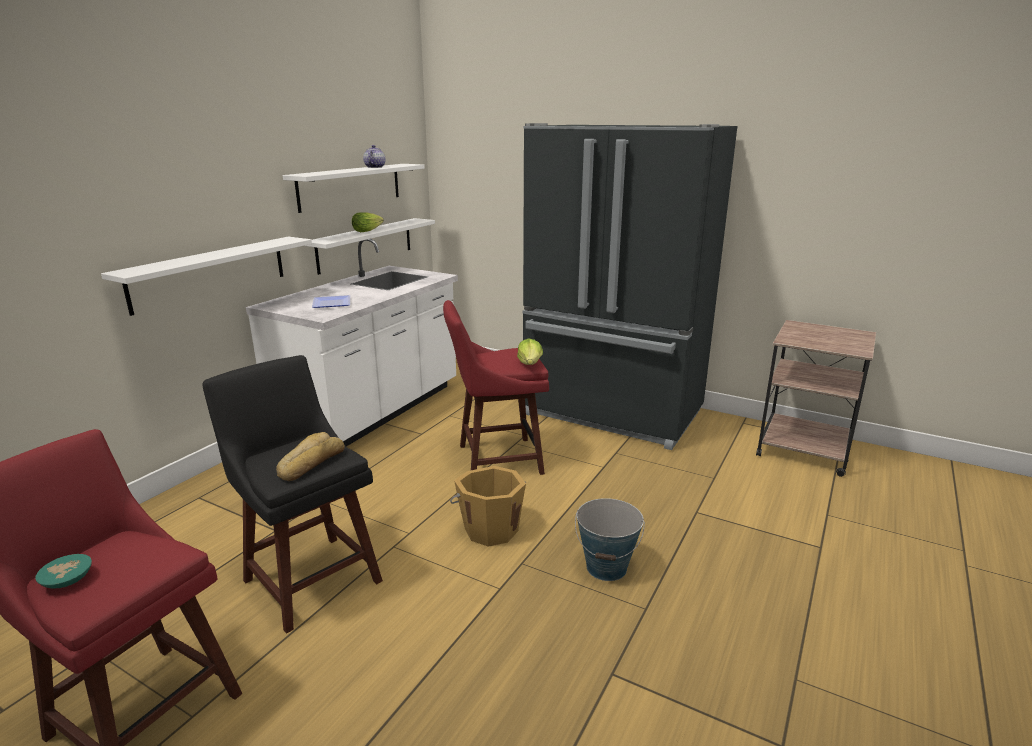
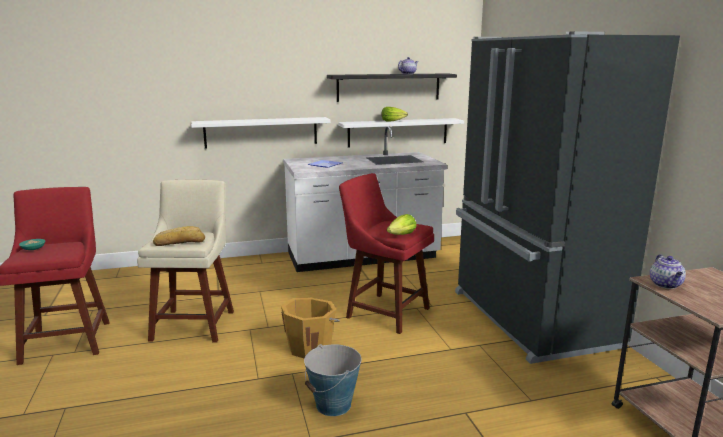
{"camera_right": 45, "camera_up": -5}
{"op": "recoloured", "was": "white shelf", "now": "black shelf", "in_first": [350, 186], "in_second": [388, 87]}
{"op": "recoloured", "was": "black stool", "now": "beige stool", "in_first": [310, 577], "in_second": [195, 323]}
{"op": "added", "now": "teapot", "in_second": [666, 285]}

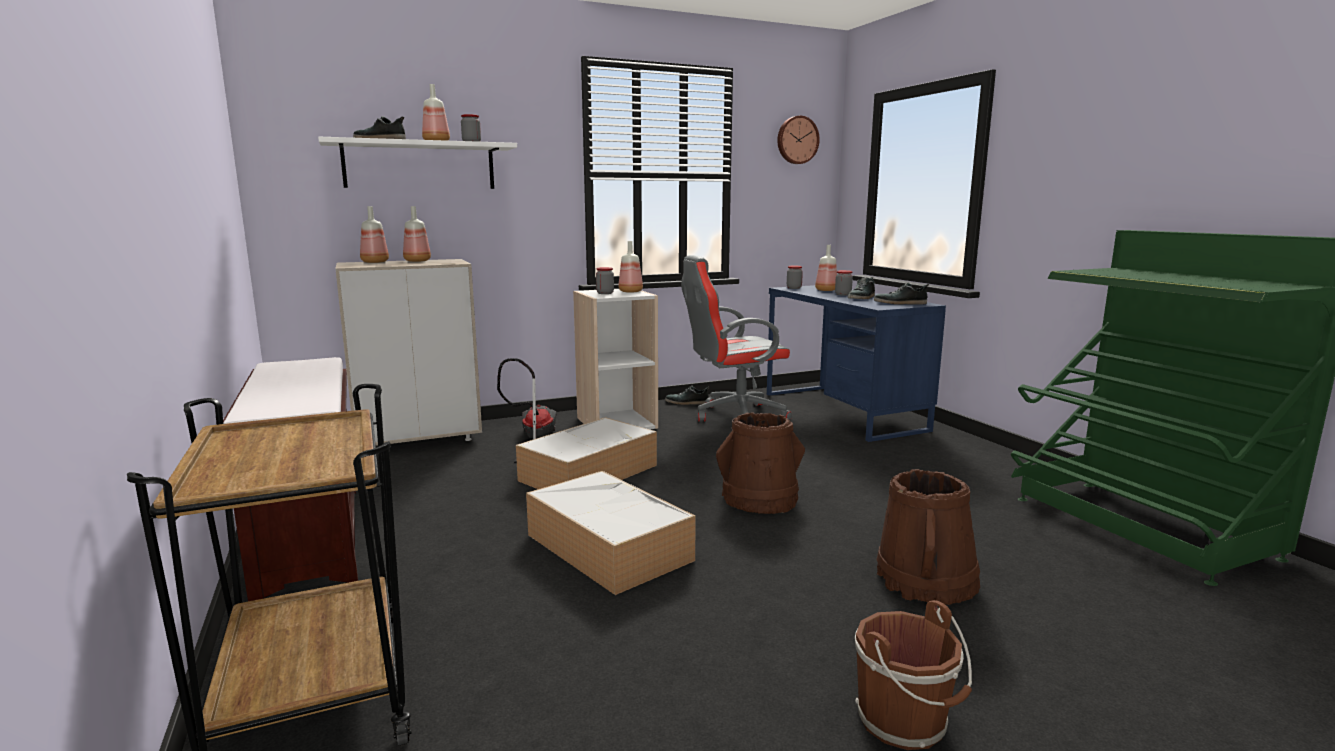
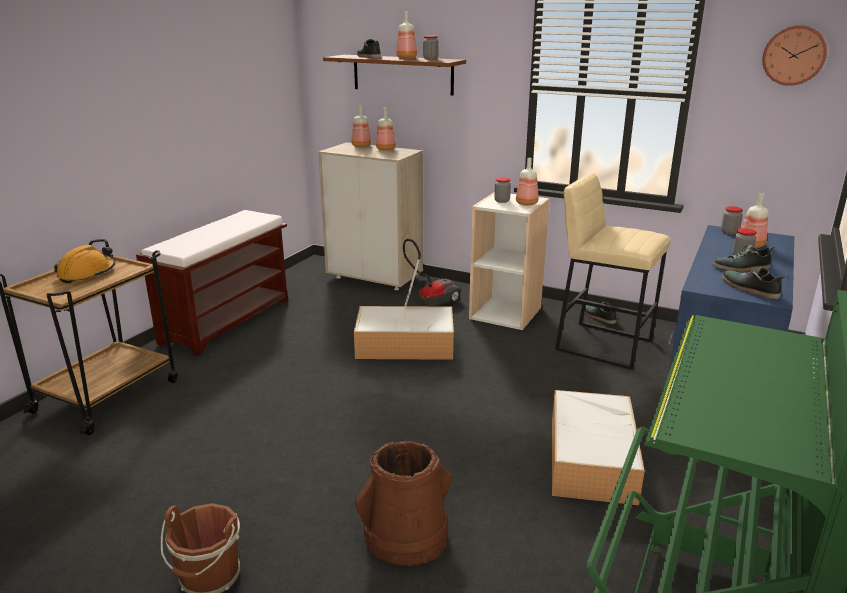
{"camera_right": 50, "camera_up": 10}
{"op": "recoloured", "was": "white shelf", "now": "brown shelf", "in_first": [420, 166], "in_second": [402, 74]}
{"op": "replaced", "was": "grey office chair", "now": "beige stool", "in_first": [732, 416], "in_second": [602, 344]}
{"op": "removed", "was": "brown bucket", "in_first": [760, 499]}
{"op": "moved", "was": "storage box", "in_first": [606, 546], "in_second": [590, 457]}
{"op": "added", "now": "orange hard hat", "in_second": [87, 273]}

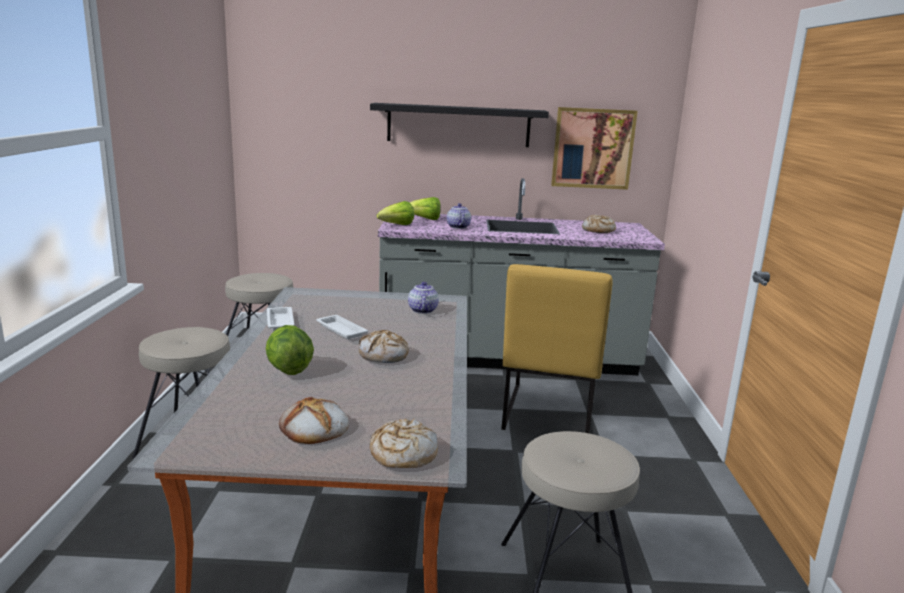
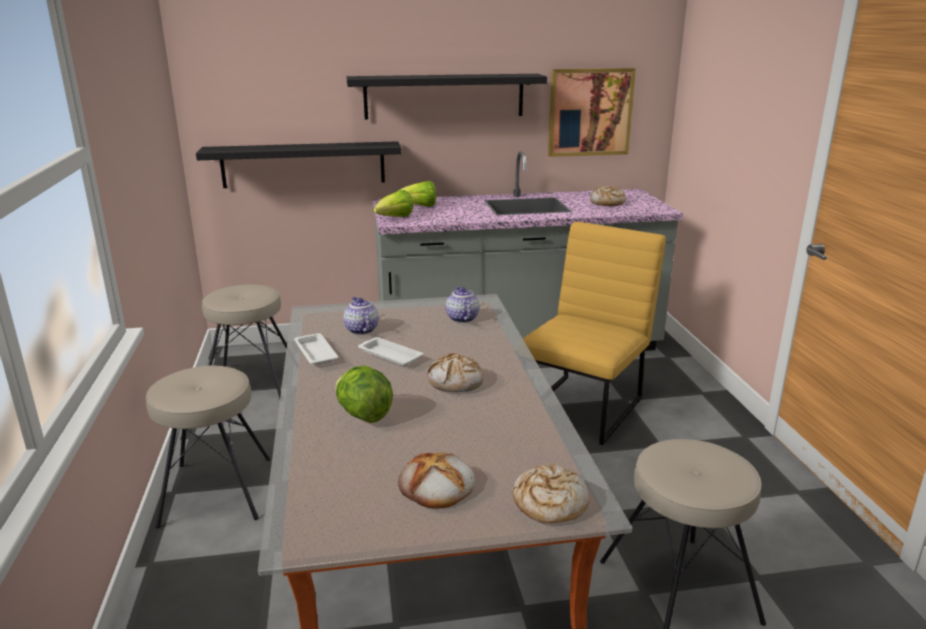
{"camera_right": -10, "camera_up": 5}
{"op": "moved", "was": "teapot", "in_first": [458, 227], "in_second": [361, 329]}
{"op": "turned", "was": "yellow chair", "in_first": [547, 414], "in_second": [585, 407], "clockwise": -150}
{"op": "added", "now": "black shelf", "in_second": [303, 164]}

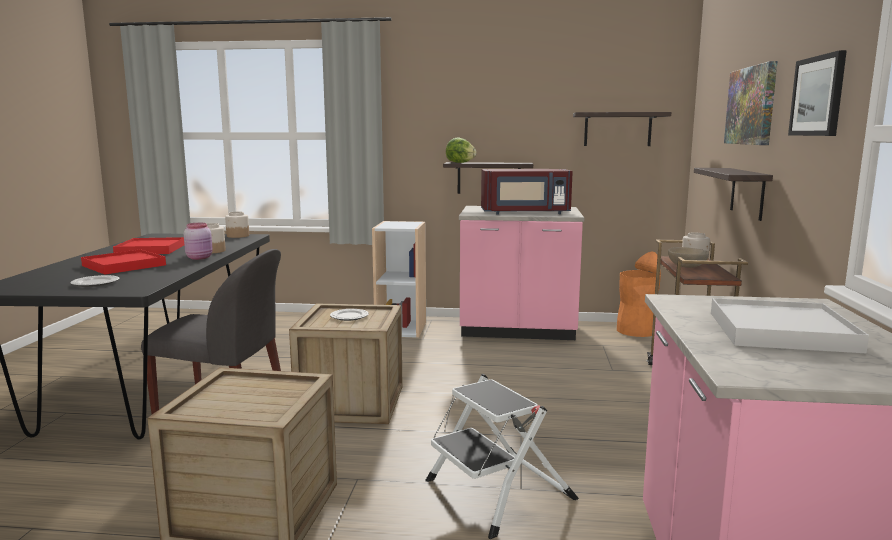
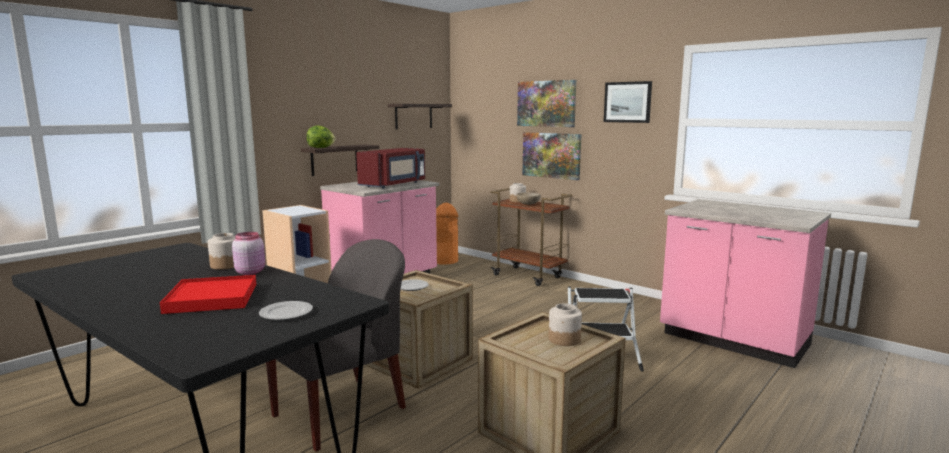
{"camera_right": -55, "camera_up": 0}
{"op": "replaced", "was": "shelf", "now": "picture", "in_first": [747, 193], "in_second": [551, 155]}
{"op": "moved", "was": "jar", "in_first": [237, 236], "in_second": [564, 340]}
{"op": "removed", "was": "red tray", "in_first": [151, 249]}
{"op": "removed", "was": "white tray", "in_first": [781, 331]}

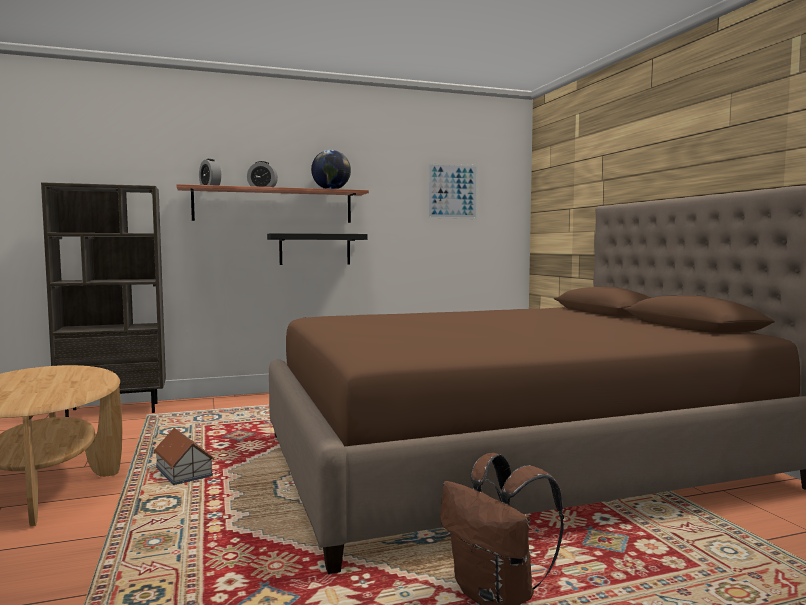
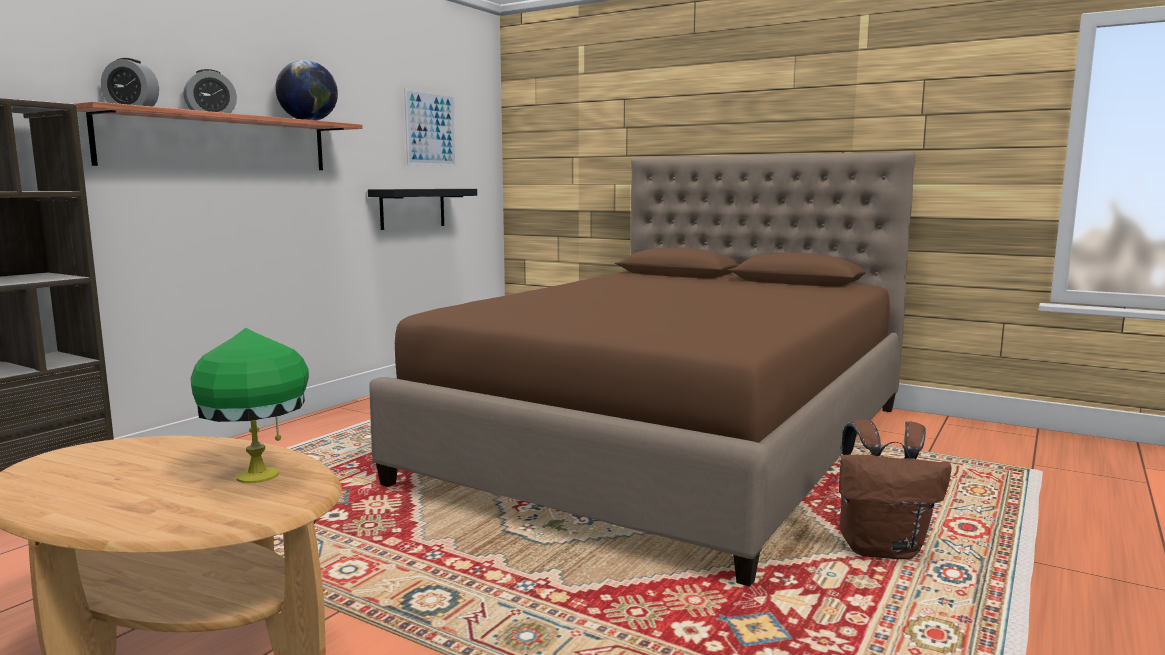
{"camera_right": -40, "camera_up": 5}
{"op": "moved", "was": "black shelf", "in_first": [315, 249], "in_second": [412, 208]}
{"op": "removed", "was": "toy house", "in_first": [184, 472]}
{"op": "added", "now": "green table lamp", "in_second": [258, 476]}

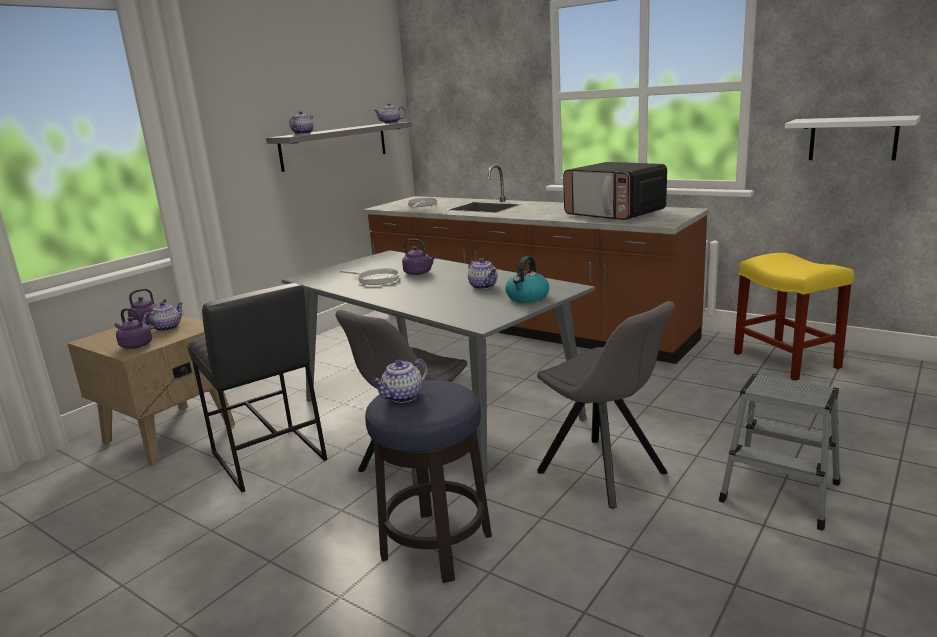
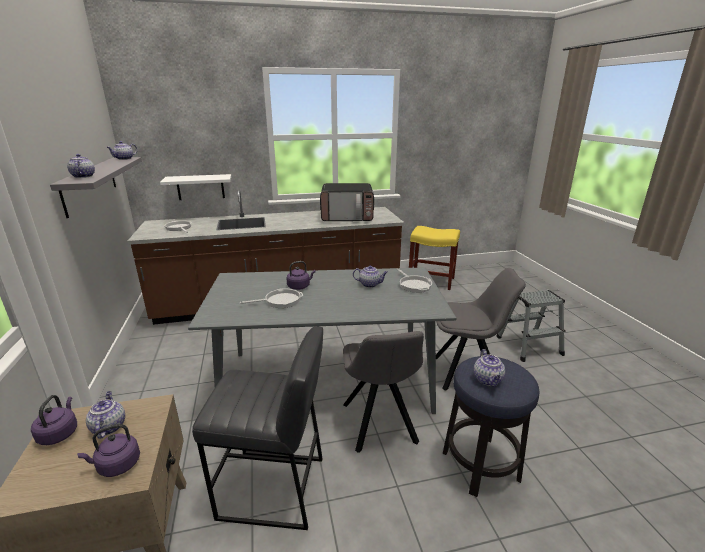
{"camera_right": -50, "camera_up": 5}
{"op": "moved", "was": "white shelf", "in_first": [853, 138], "in_second": [200, 187]}
{"op": "replaced", "was": "kettle", "now": "frying pan", "in_first": [527, 297], "in_second": [414, 285]}

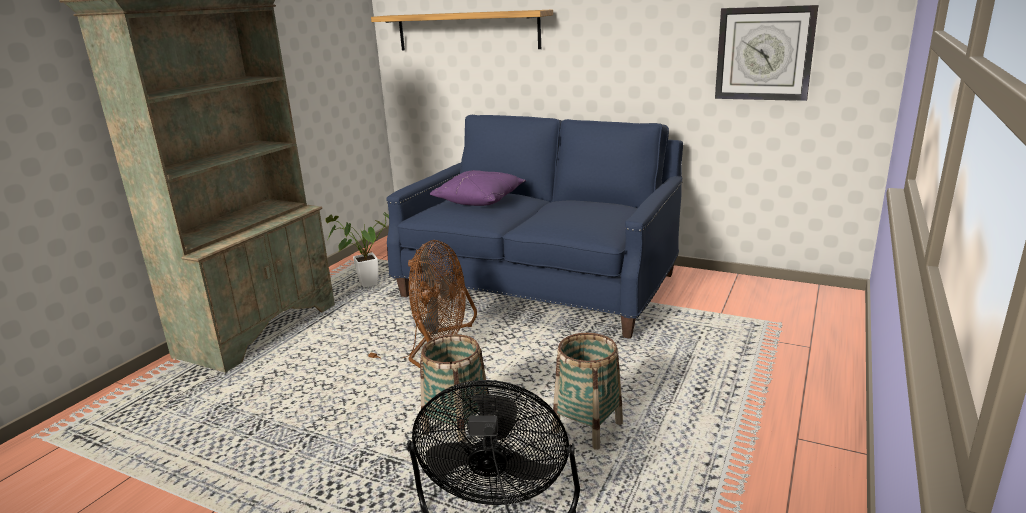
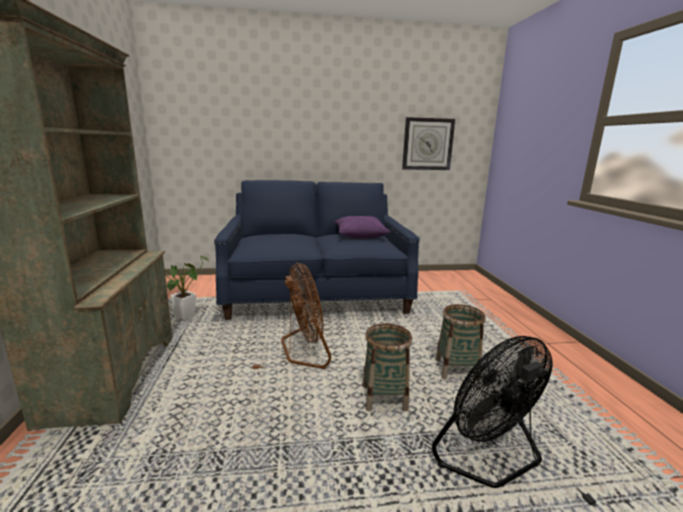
{"camera_right": -35, "camera_up": -5}
{"op": "removed", "was": "shelf", "in_first": [467, 31]}
{"op": "moved", "was": "purple pillow", "in_first": [479, 200], "in_second": [359, 235]}

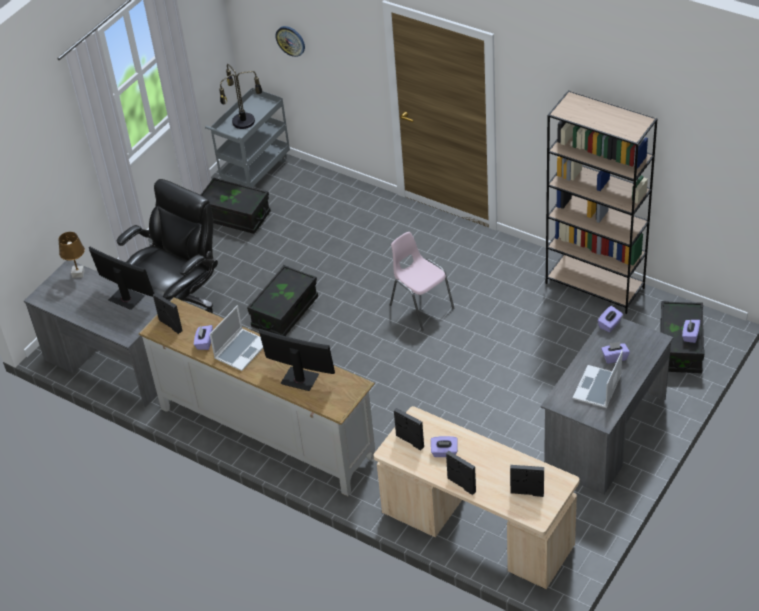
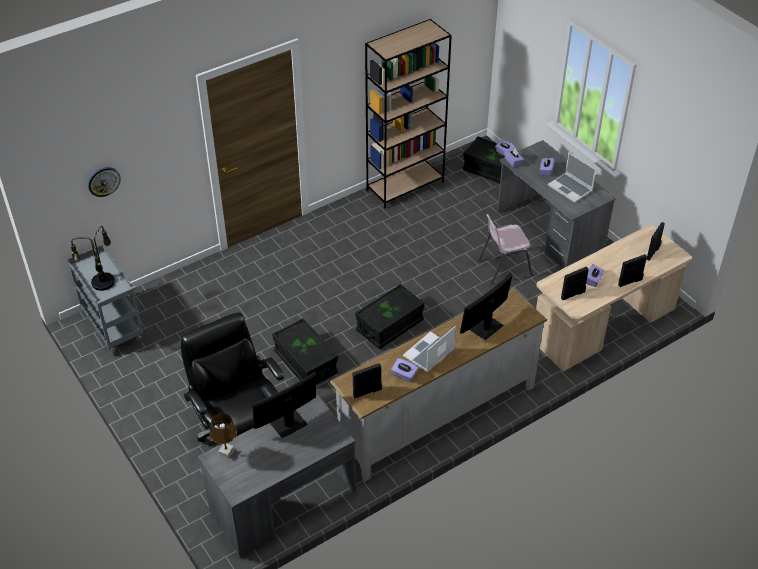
{"camera_right": -70, "camera_up": 0}
{"op": "moved", "was": "black storage box", "in_first": [235, 216], "in_second": [389, 326]}
{"op": "moved", "was": "pink chair", "in_first": [421, 307], "in_second": [504, 267]}
{"op": "turned", "was": "laptop", "in_first": [241, 350], "in_second": [429, 354], "clockwise": -105}

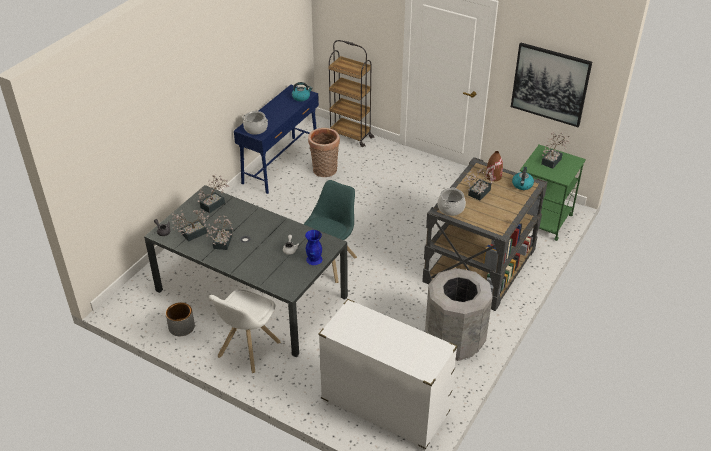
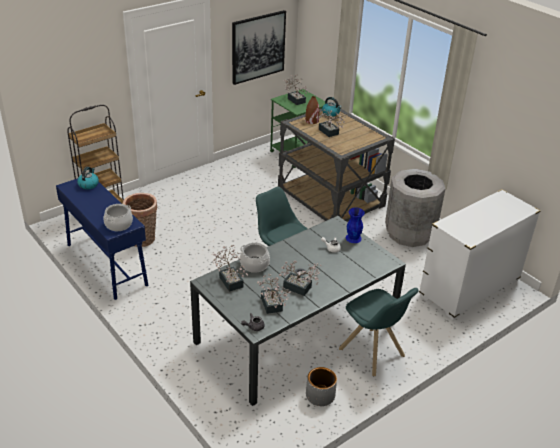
{"camera_right": -70, "camera_up": -5}
{"op": "moved", "was": "cooking pot", "in_first": [450, 208], "in_second": [254, 265]}
{"op": "recoloured", "was": "white chair", "now": "turquoise chair", "in_first": [248, 349], "in_second": [372, 352]}

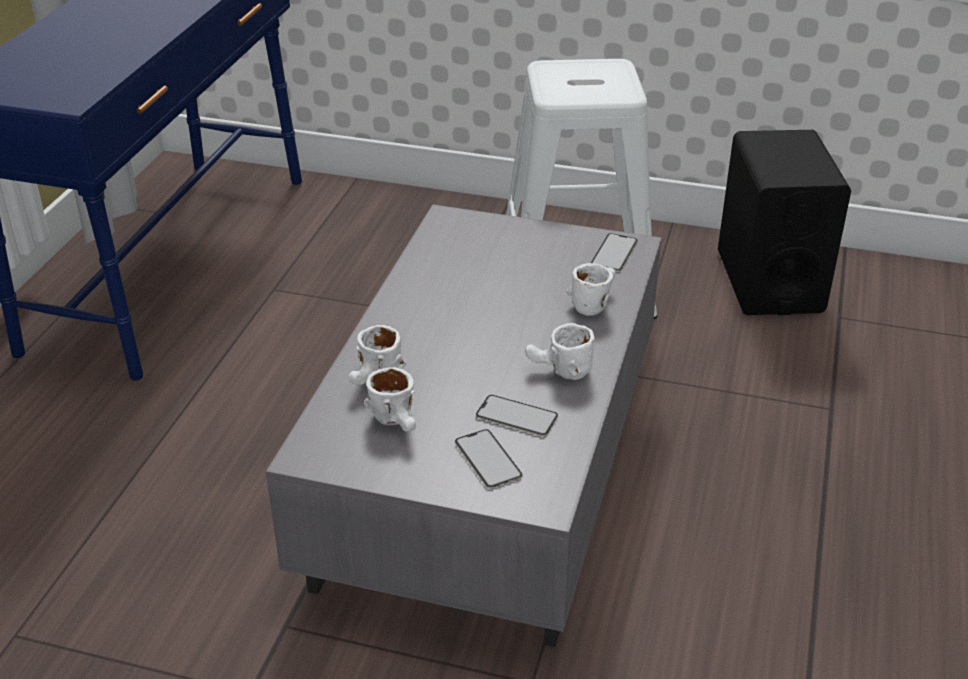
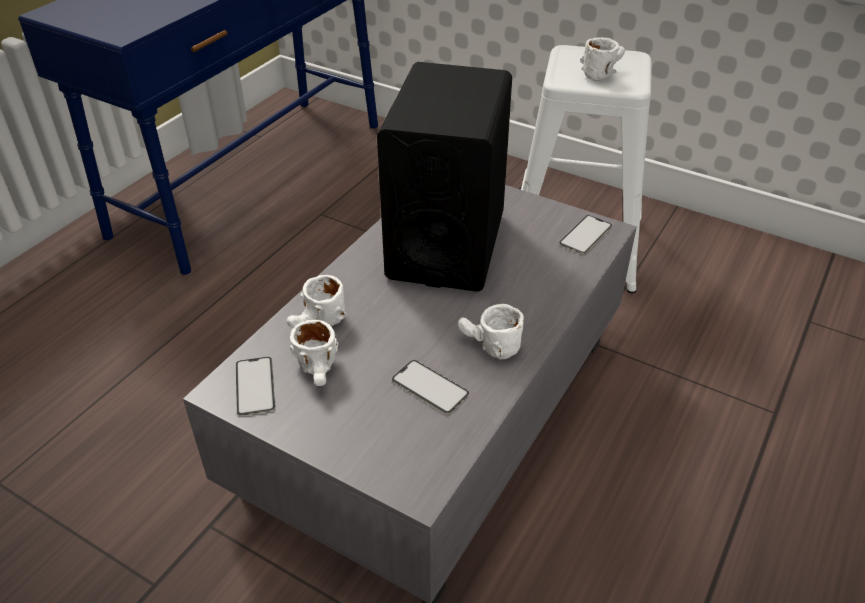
{"camera_right": 15, "camera_up": 5}
{"op": "moved", "was": "black speaker", "in_first": [769, 281], "in_second": [446, 244]}
{"op": "moved", "was": "white mug", "in_first": [593, 301], "in_second": [602, 72]}
{"op": "moved", "was": "phone", "in_first": [488, 459], "in_second": [255, 386]}

